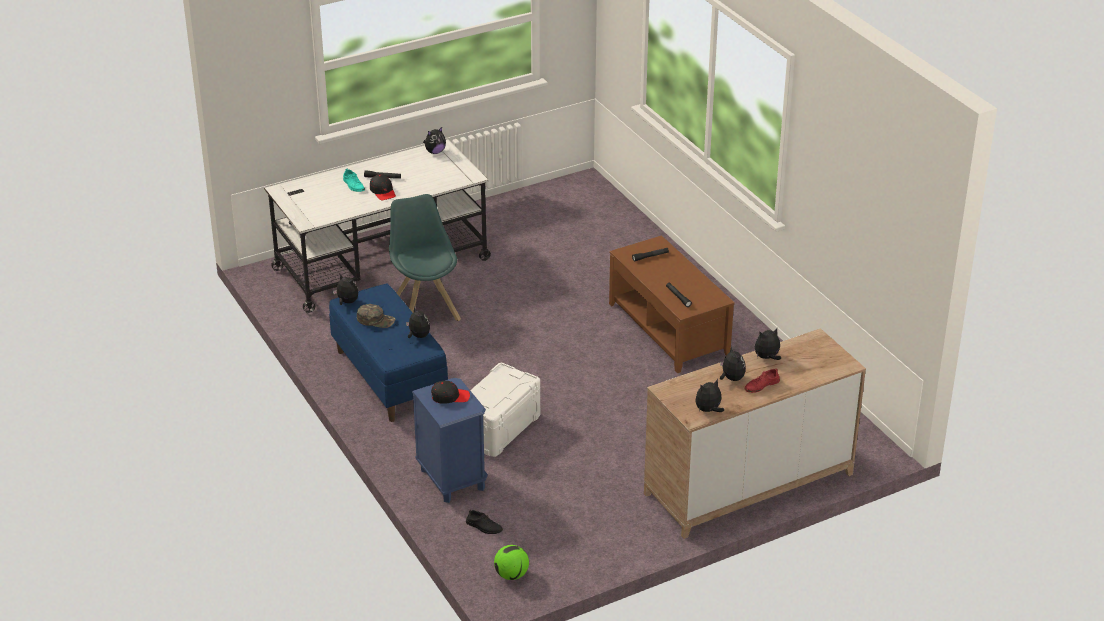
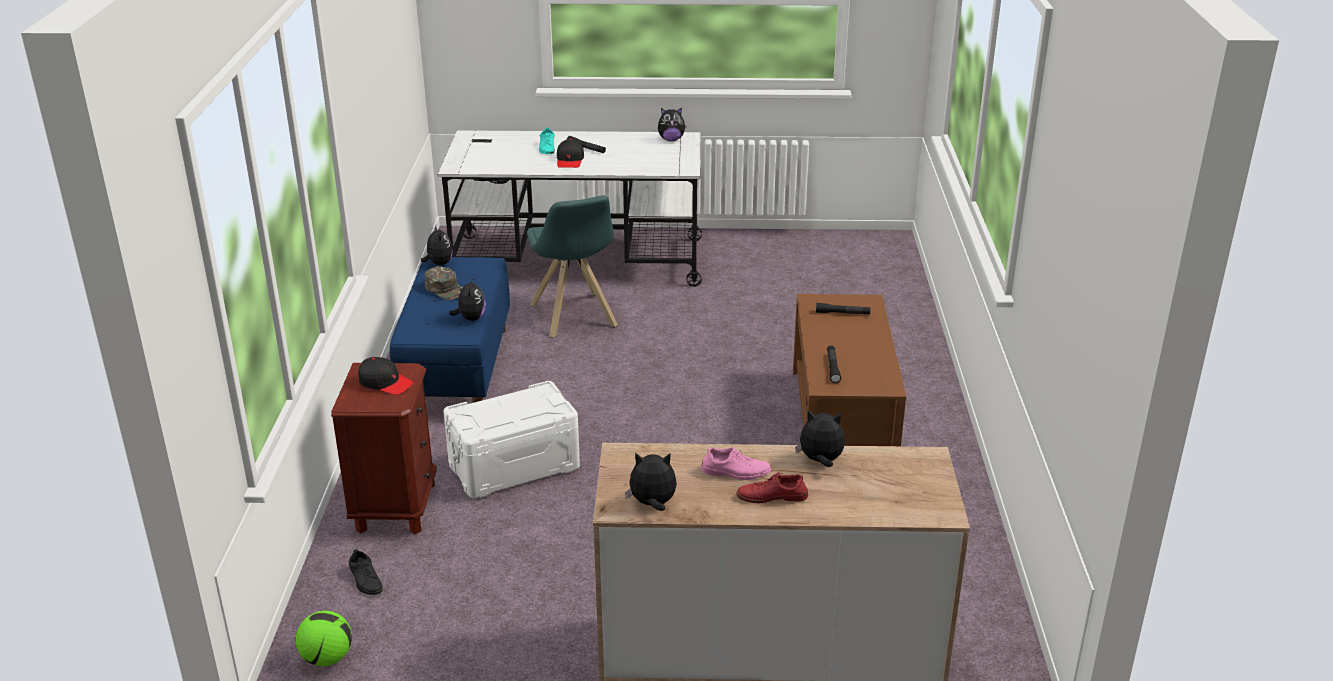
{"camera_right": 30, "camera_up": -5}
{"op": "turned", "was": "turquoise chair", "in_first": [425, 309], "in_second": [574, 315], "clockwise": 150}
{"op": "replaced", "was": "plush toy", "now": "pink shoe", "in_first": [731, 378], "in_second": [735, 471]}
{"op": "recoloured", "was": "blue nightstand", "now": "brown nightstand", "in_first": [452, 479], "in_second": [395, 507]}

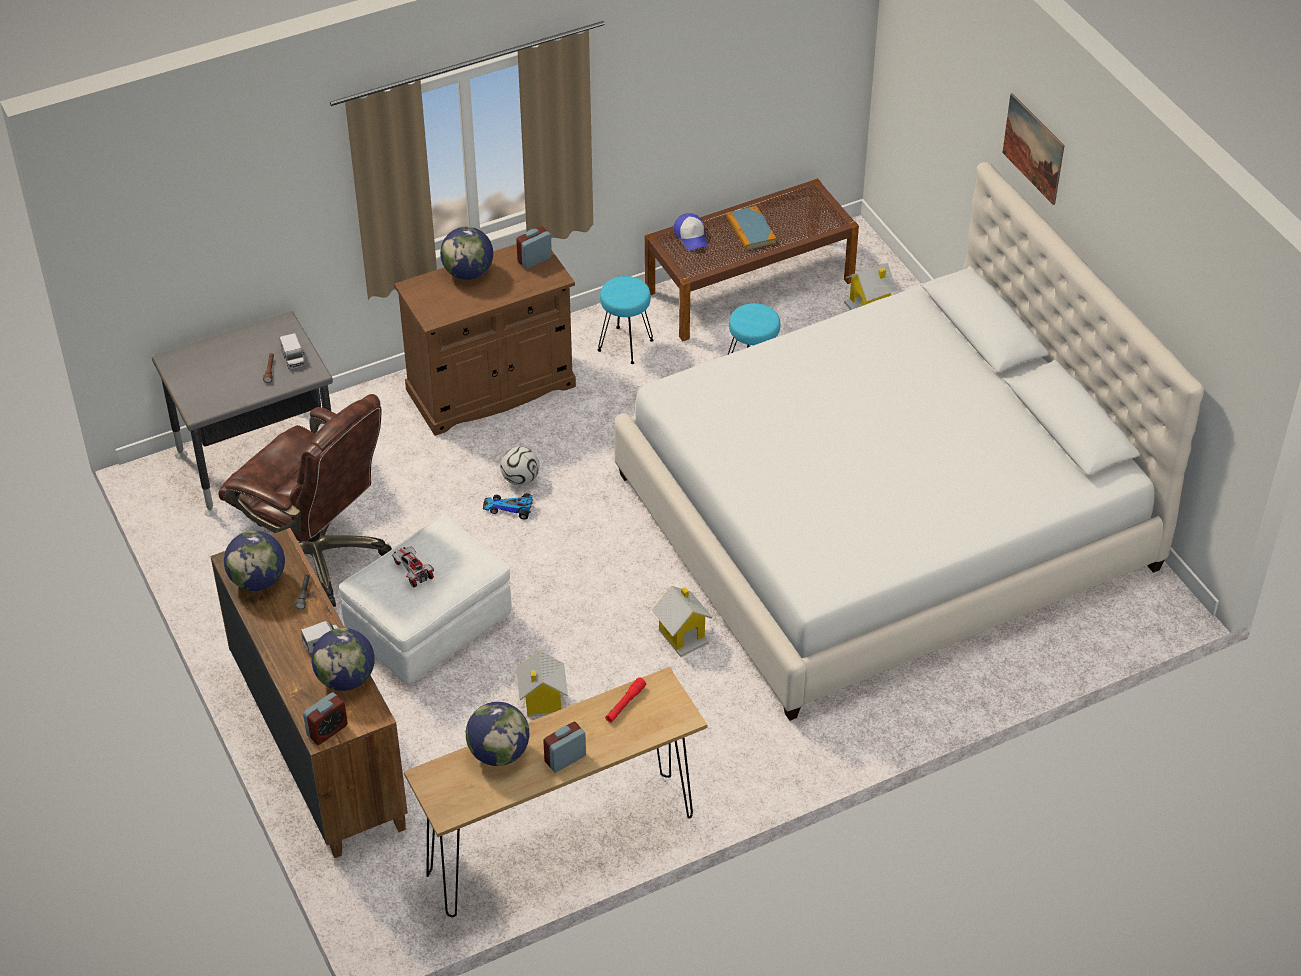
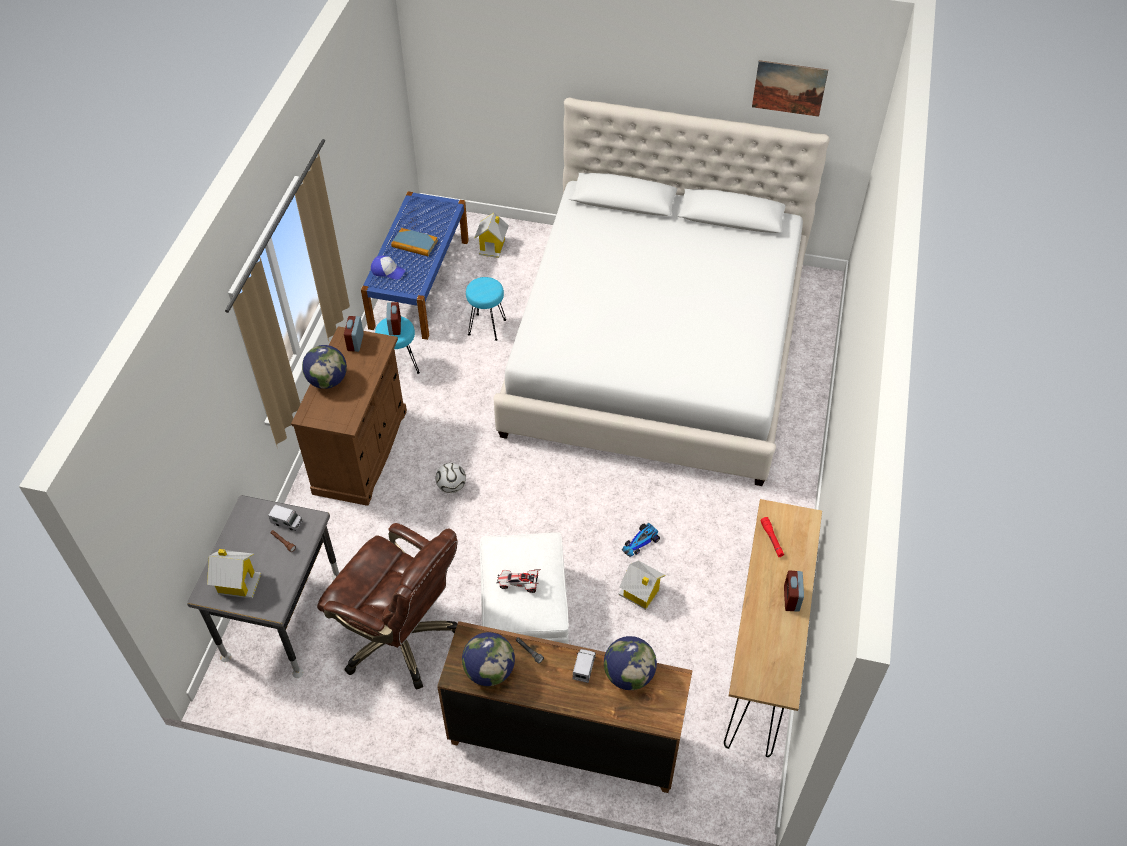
{"camera_right": -50, "camera_up": 5}
{"op": "moved", "was": "picture", "in_first": [1033, 148], "in_second": [789, 88]}
{"op": "recoloured", "was": "brown bench", "now": "blue bench", "in_first": [749, 286], "in_second": [419, 283]}
{"op": "turned", "was": "brown office chair", "in_first": [315, 554], "in_second": [399, 636], "clockwise": 45}
{"op": "moved", "was": "toy car", "in_first": [509, 508], "in_second": [640, 542]}
{"op": "moved", "was": "toy house", "in_first": [682, 635], "in_second": [237, 583]}
{"op": "moved", "was": "alarm clock", "in_first": [327, 730], "in_second": [395, 327]}
{"op": "removed", "was": "globe", "in_first": [498, 753]}

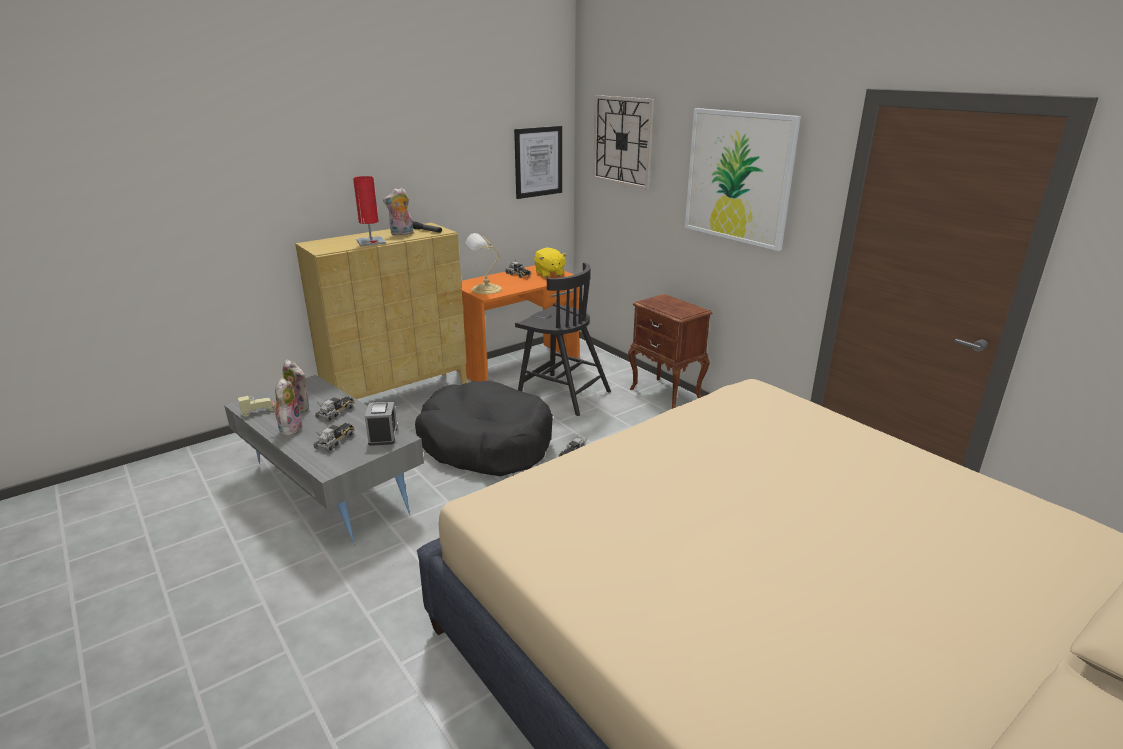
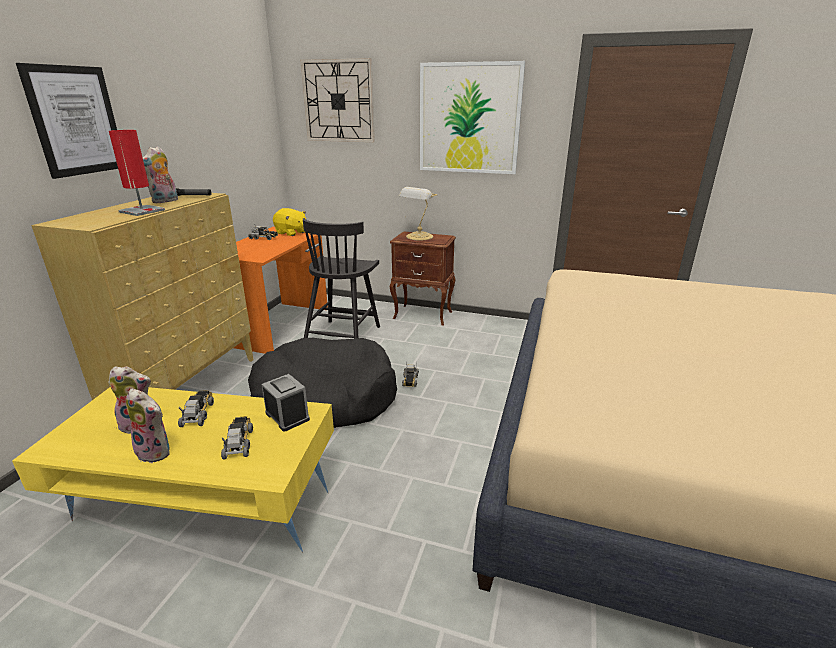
{"camera_right": -35, "camera_up": 0}
{"op": "moved", "was": "picture", "in_first": [538, 162], "in_second": [75, 121]}
{"op": "moved", "was": "table lamp", "in_first": [484, 289], "in_second": [419, 237]}
{"op": "turned", "was": "black chair", "in_first": [562, 393], "in_second": [343, 336], "clockwise": 105}
{"op": "recoloured", "was": "grey coffee table", "now": "yellow coffee table", "in_first": [329, 488], "in_second": [203, 507]}
{"op": "turned", "was": "plush toy", "in_first": [290, 428], "in_second": [157, 451], "clockwise": 150}
{"op": "removed", "was": "beige toy car", "in_first": [259, 411]}

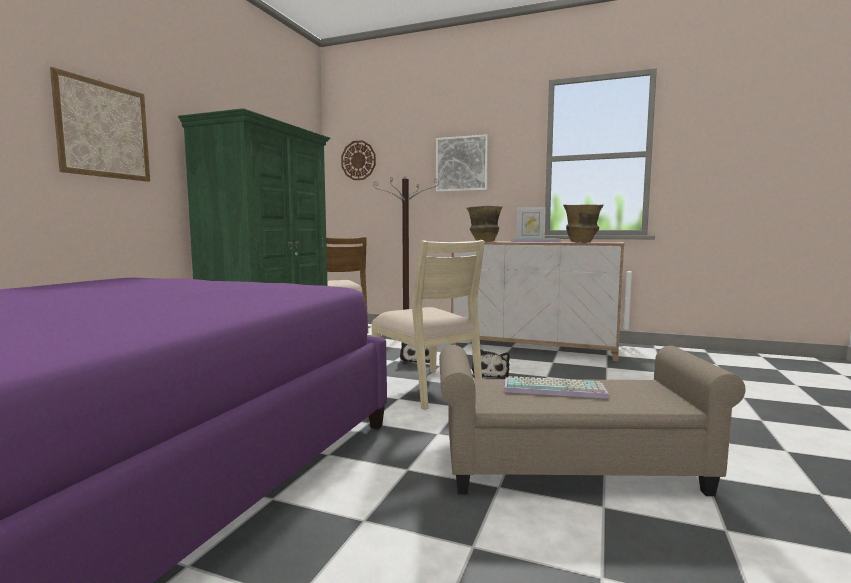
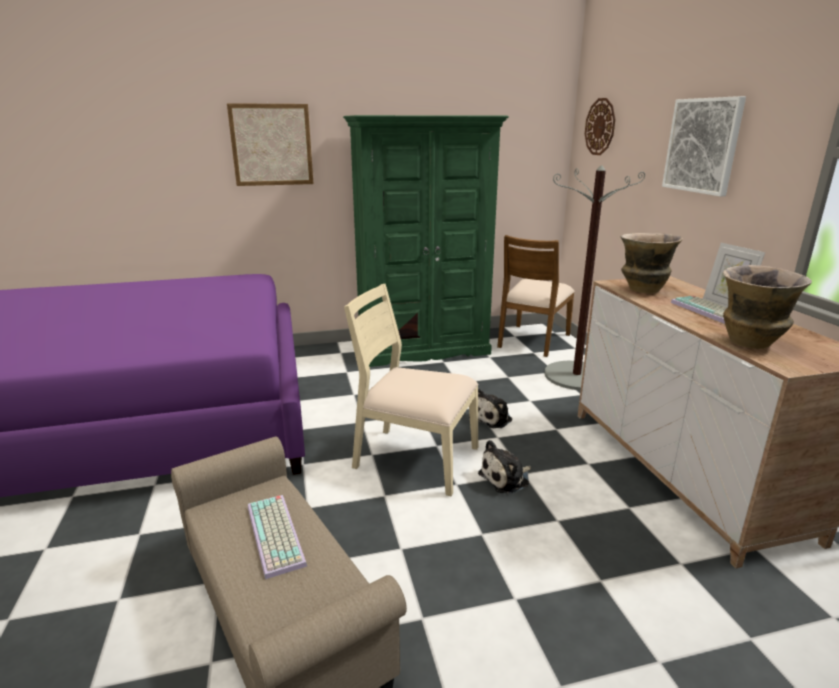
{"camera_right": 55, "camera_up": 15}
{"op": "turned", "was": "beige chair", "in_first": [427, 389], "in_second": [415, 458], "clockwise": 90}

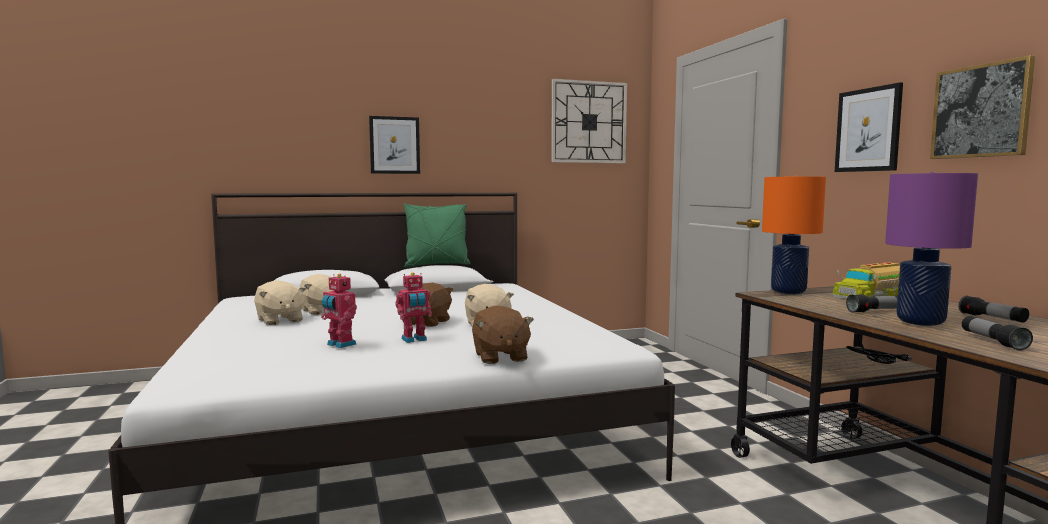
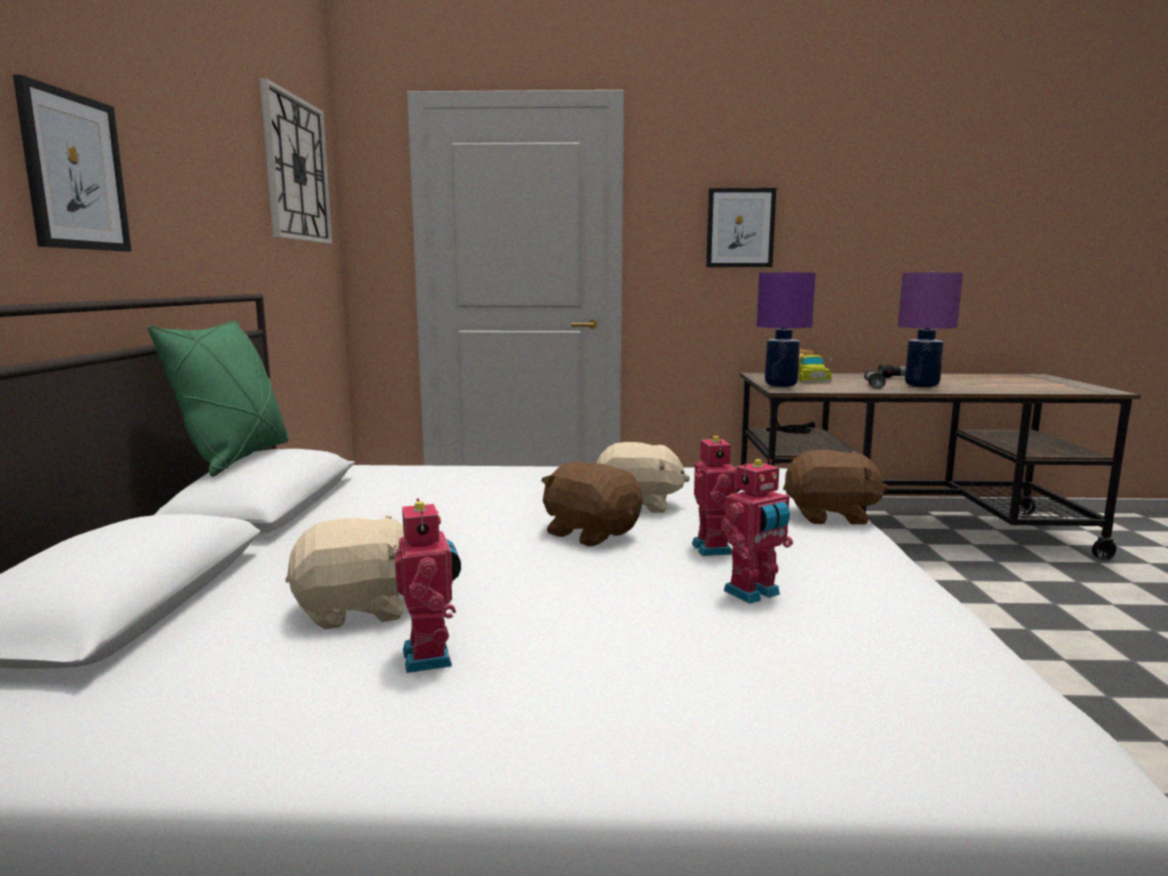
{"camera_right": -70, "camera_up": 5}
{"op": "removed", "was": "picture", "in_first": [980, 111]}
{"op": "recoloured", "was": "orange table lamp", "now": "purple table lamp", "in_first": [788, 293], "in_second": [780, 386]}
{"op": "replaced", "was": "beige plush toy", "now": "toy robot", "in_first": [279, 320], "in_second": [431, 657]}
{"op": "removed", "was": "flashlight", "in_first": [993, 341]}

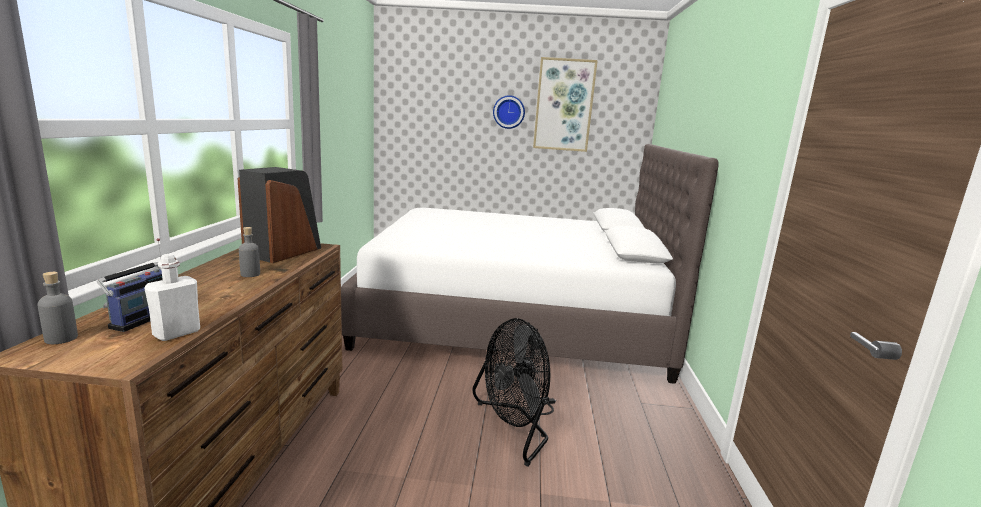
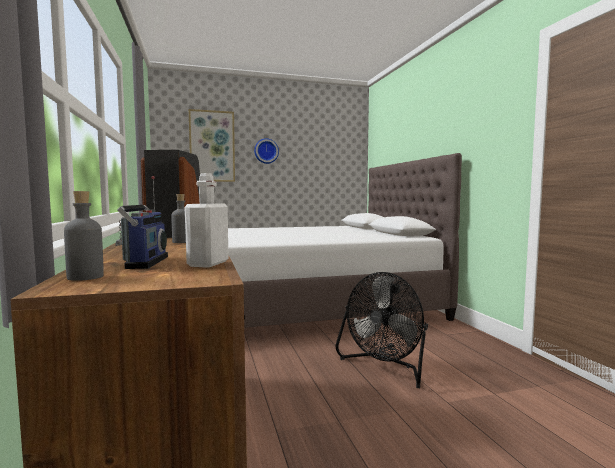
{"camera_right": -20, "camera_up": -10}
{"op": "moved", "was": "picture", "in_first": [564, 105], "in_second": [212, 146]}

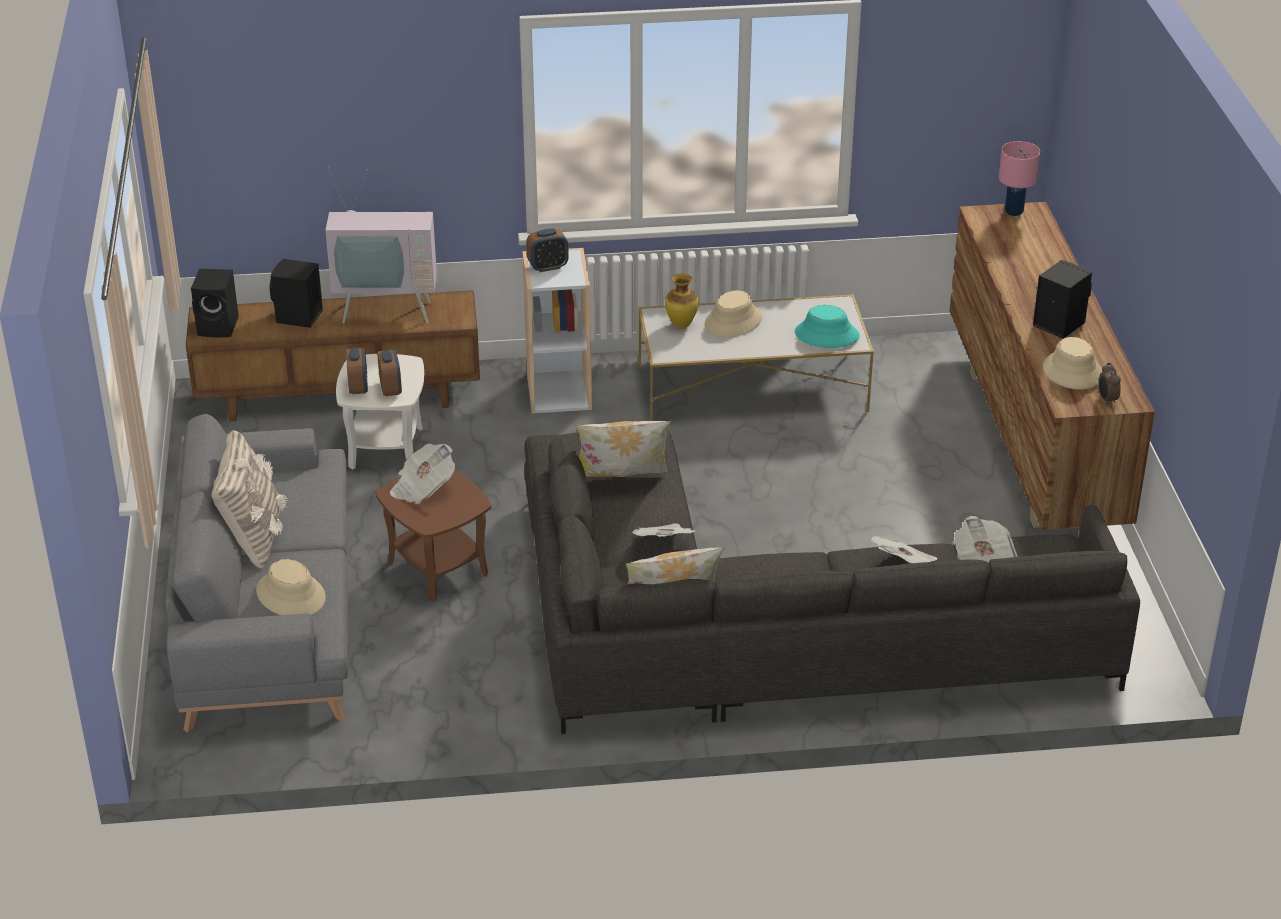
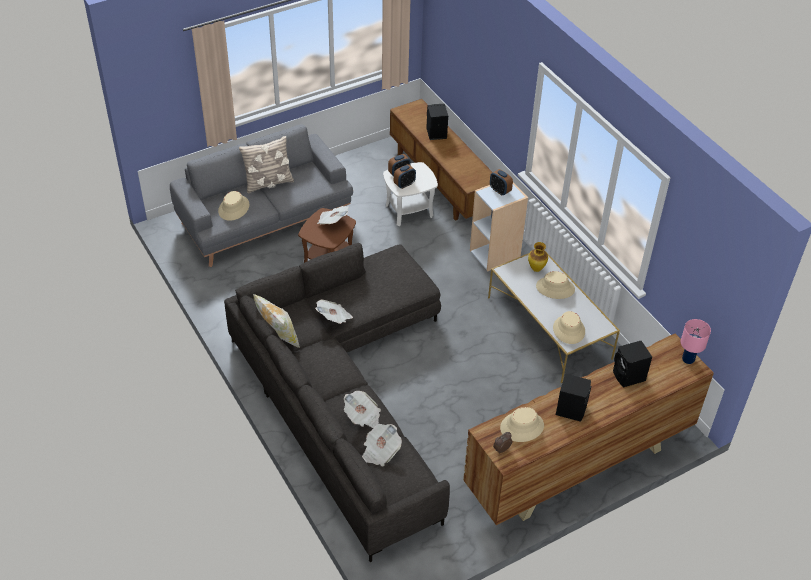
{"camera_right": 65, "camera_up": 10}
{"op": "removed", "was": "television", "in_first": [388, 308]}
{"op": "moved", "was": "black speaker", "in_first": [219, 327], "in_second": [629, 377]}
{"op": "recoloured", "was": "turquoise hat", "now": "beige hat", "in_first": [826, 335], "in_second": [568, 330]}
{"op": "removed", "was": "pillow", "in_first": [622, 483]}

